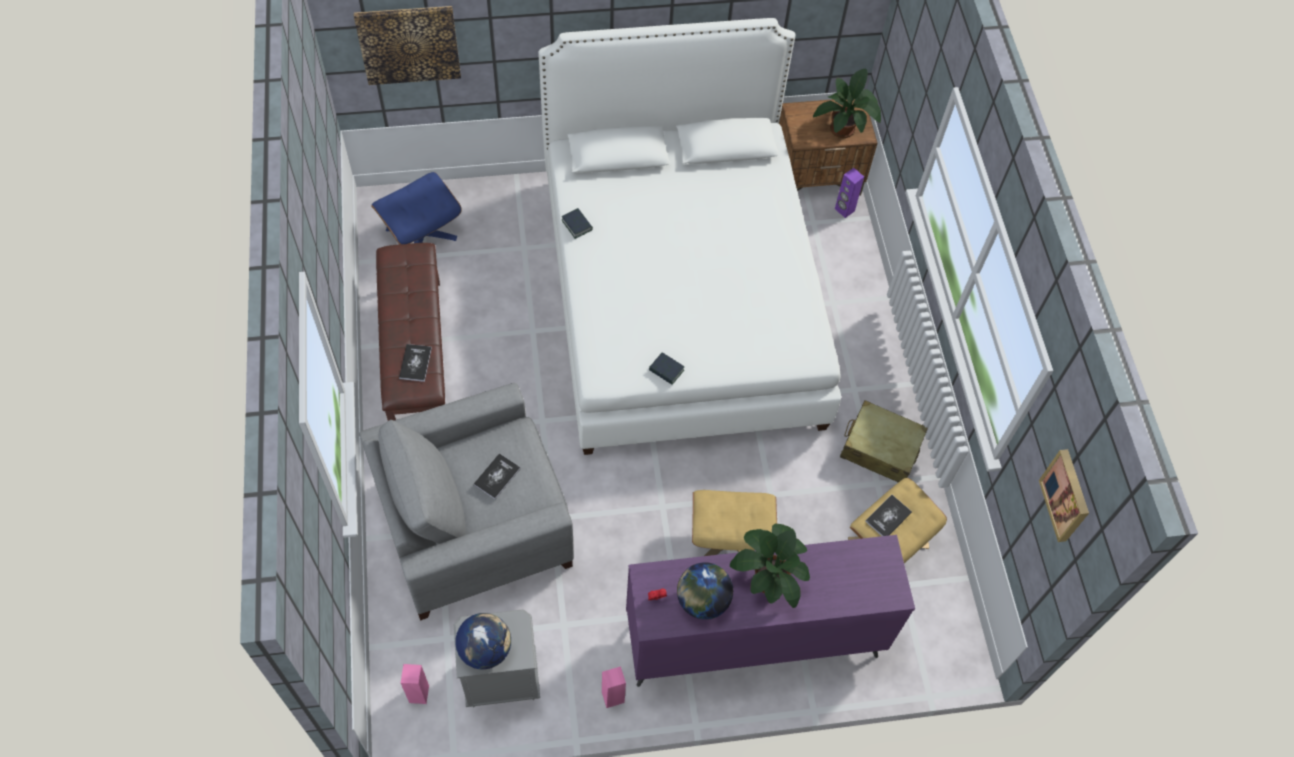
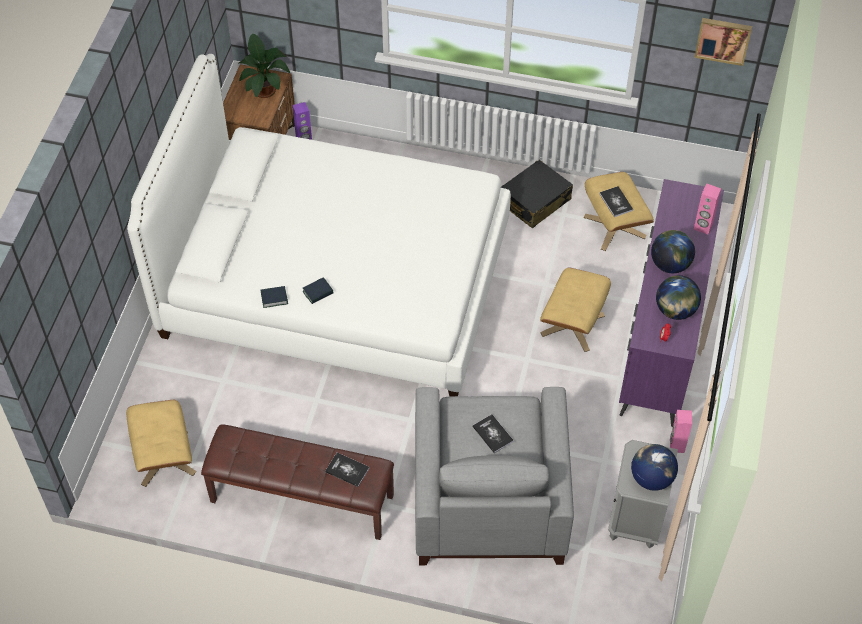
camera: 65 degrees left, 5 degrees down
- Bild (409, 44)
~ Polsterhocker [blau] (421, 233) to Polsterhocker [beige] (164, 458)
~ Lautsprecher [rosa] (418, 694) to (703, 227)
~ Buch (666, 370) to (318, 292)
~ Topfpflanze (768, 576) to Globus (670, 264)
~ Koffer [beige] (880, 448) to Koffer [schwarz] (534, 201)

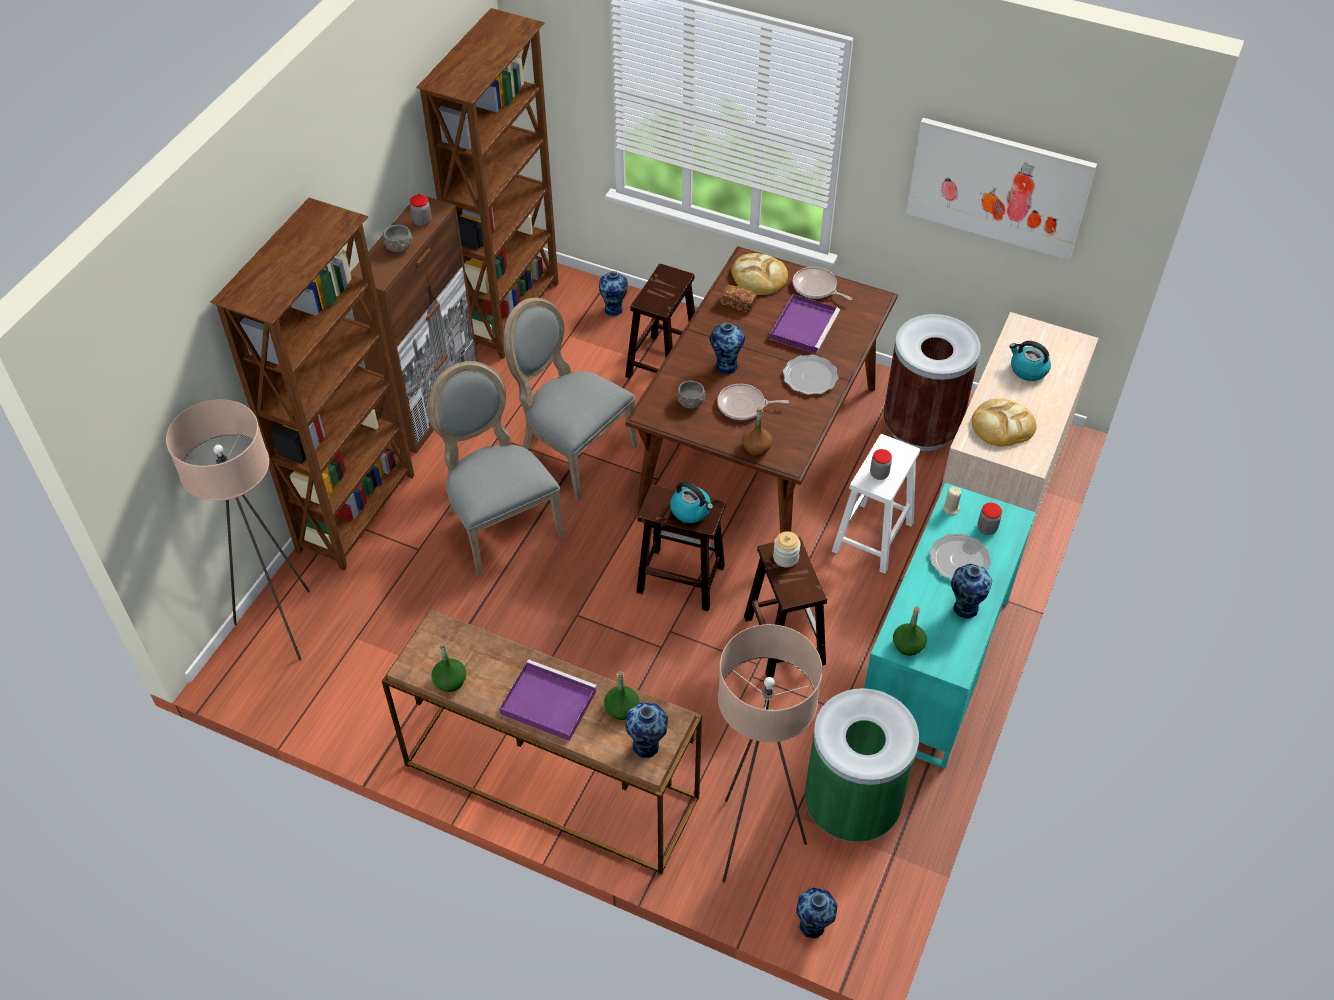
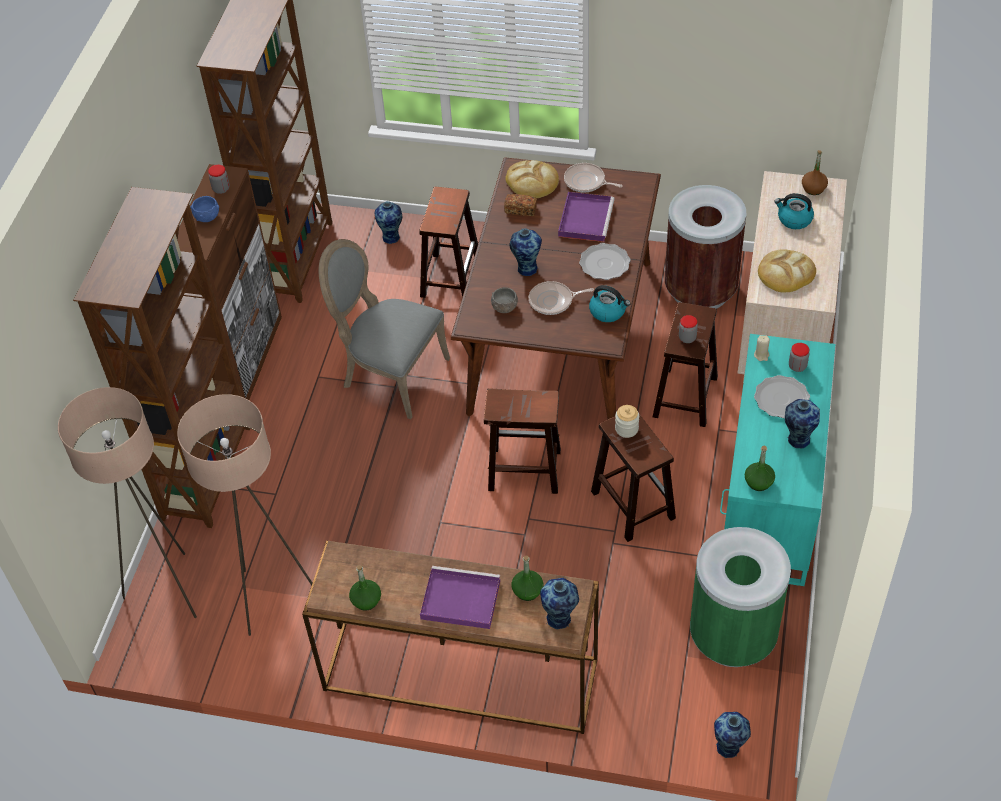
camera: 10 degrees left, 0 degrees up
~ Schüssel [grau] (399, 246) to Schüssel [blau] (207, 216)
- Stuhl [grau] (499, 522)
~ Wasserkessel (691, 510) to (608, 311)
~ Stehlampe [beige] (752, 841) to (270, 598)
~ Flasche [braun] (756, 447) to (813, 188)
~ Hocker [weiß] (872, 538) to Hocker [braun] (685, 398)
- Bild (998, 187)

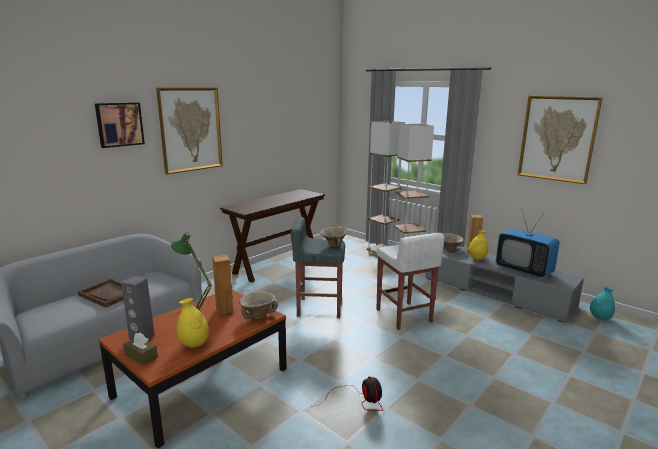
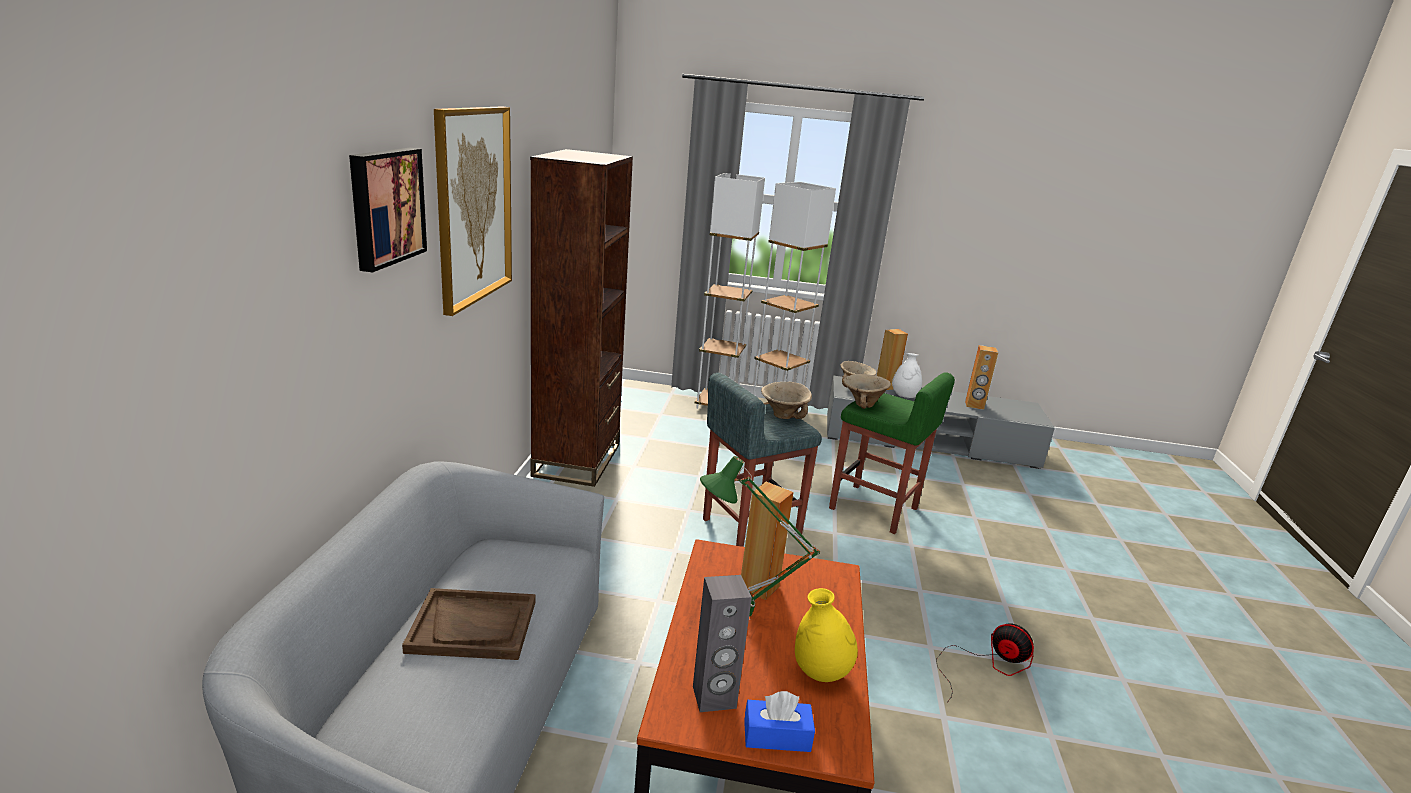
camera: 35 degrees left, 5 degrees up
~ Taschentuchbox [braun] (141, 356) to Taschentuchbox [blau] (777, 736)
~ Konsolentisch [braun] (277, 264) to Bücherregal [braun] (577, 460)
~ Schüssel [beige] (258, 315) to (862, 404)
~ Hocker [weiß] (404, 316) to Hocker [grün] (874, 509)
~ Vase [gelb] (477, 258) to Vase [weiß] (904, 396)
~ Fernseher (524, 270) to Lautsprecher [braun] (974, 405)
- Bild (557, 138)
- Vase [türkis] (600, 318)

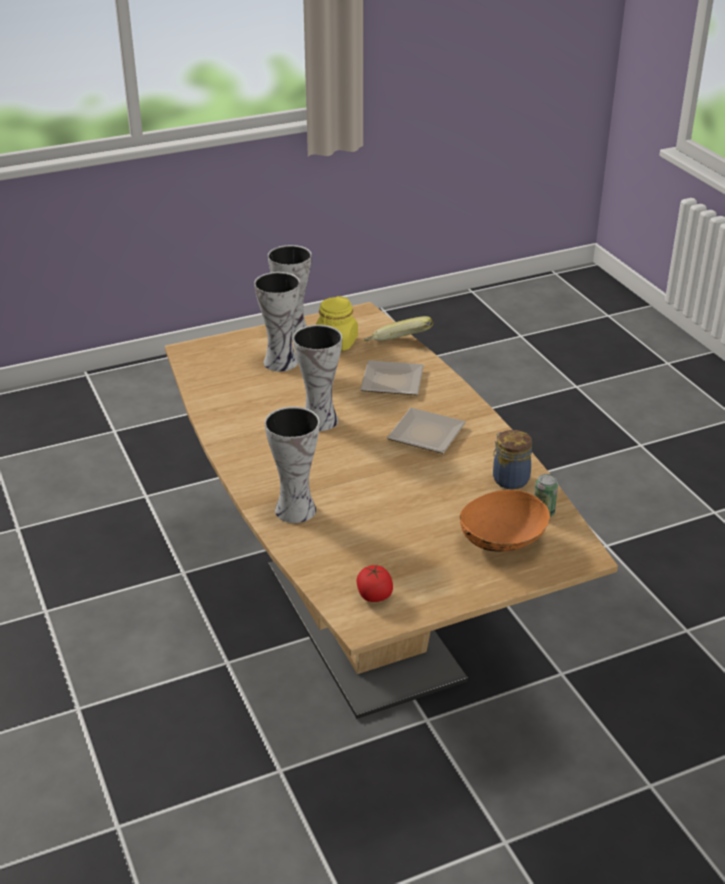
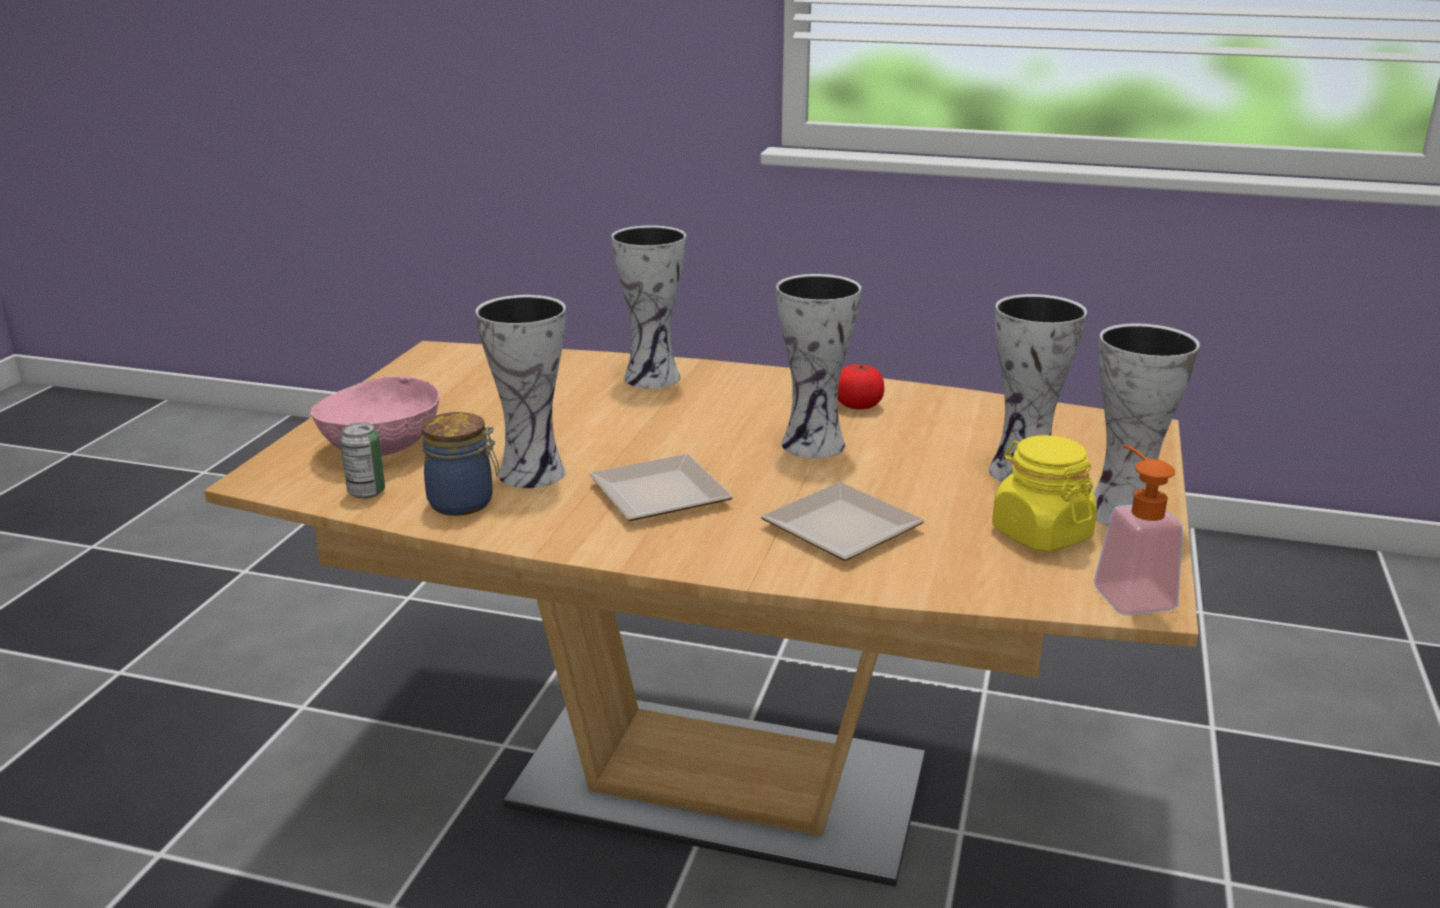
camera: 130 degrees right, 10 degrees down
~ Tomate (374, 595) to (858, 405)
- Banane (397, 346)
~ Schüssel [orange] (502, 542) to Schüssel [rosa] (381, 447)
+ Vase (534, 472)
+ Seifenspender (1127, 591)

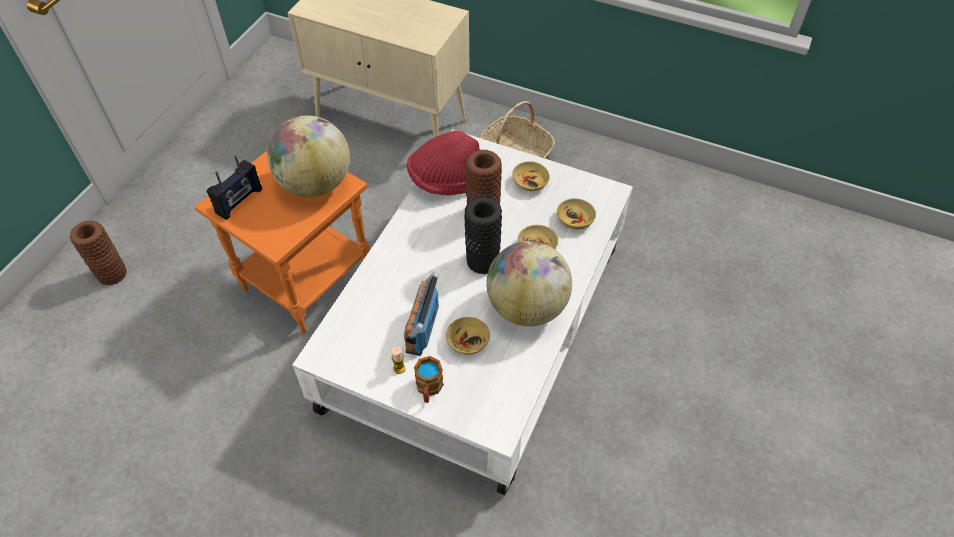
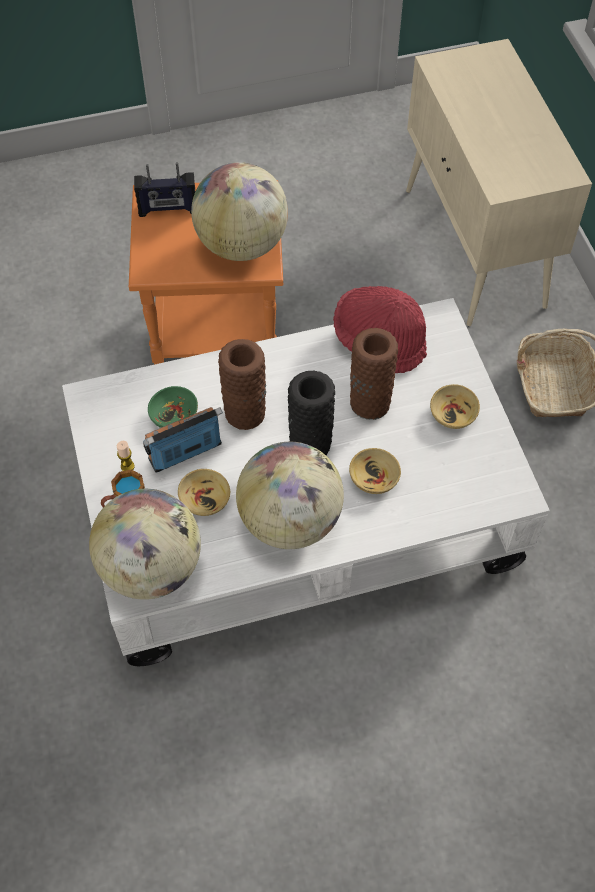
camera: 50 degrees right, 5 degrees up
~ Vase [braun] (112, 274) to (245, 413)
- Schüssel [beige] (574, 220)
+ Globus (152, 567)
+ Schüssel [grün] (174, 415)

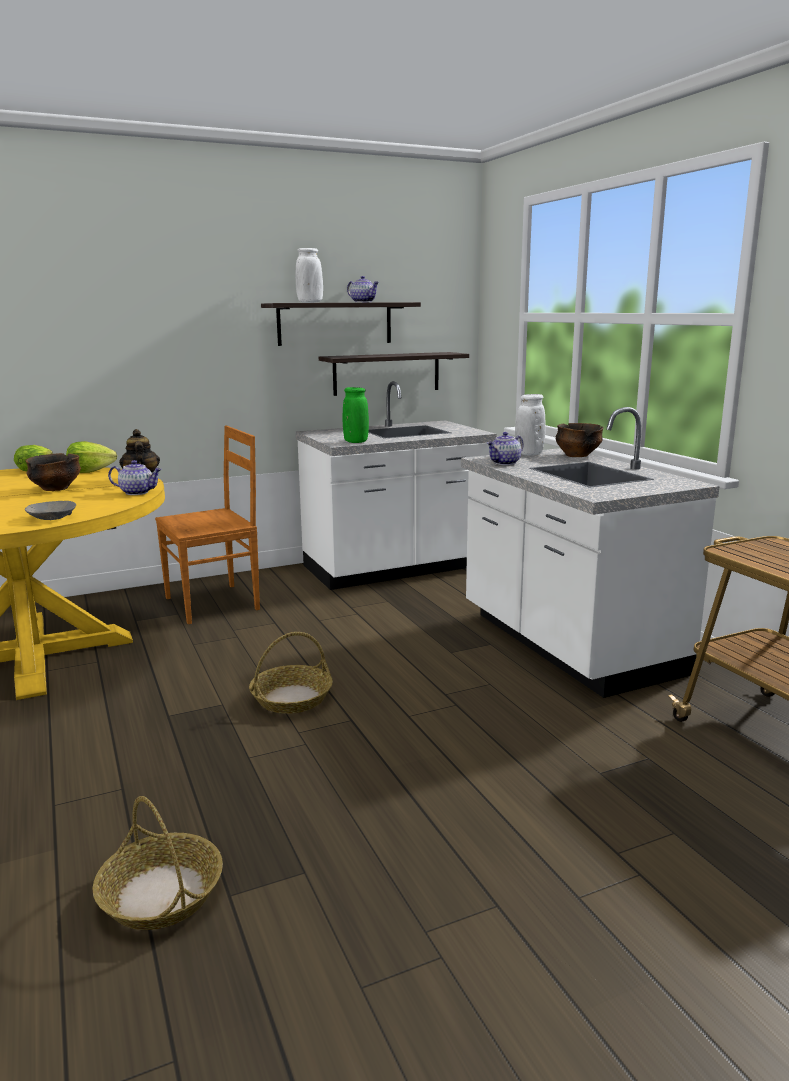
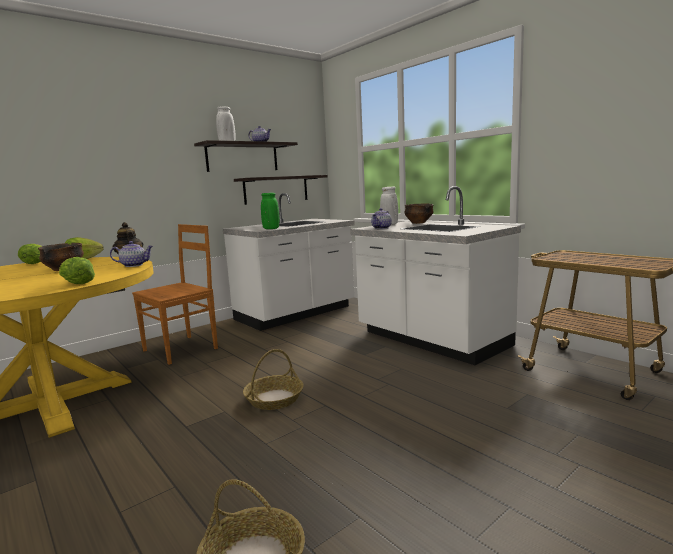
camera: 15 degrees left, 5 degrees down
~ Schüssel [grau] (51, 518) to Salatkopf (76, 283)

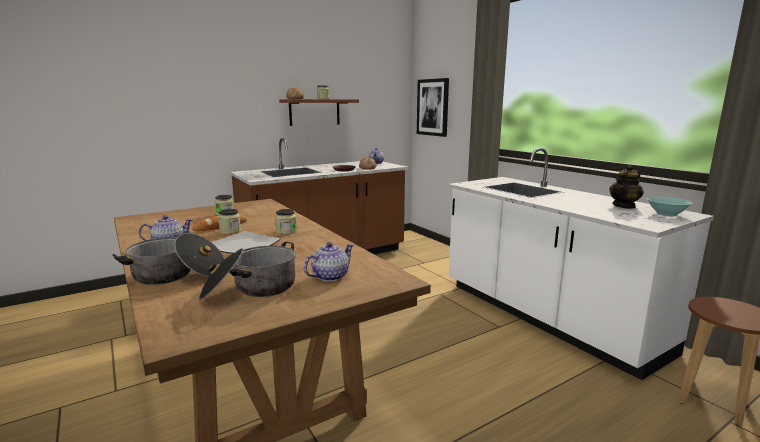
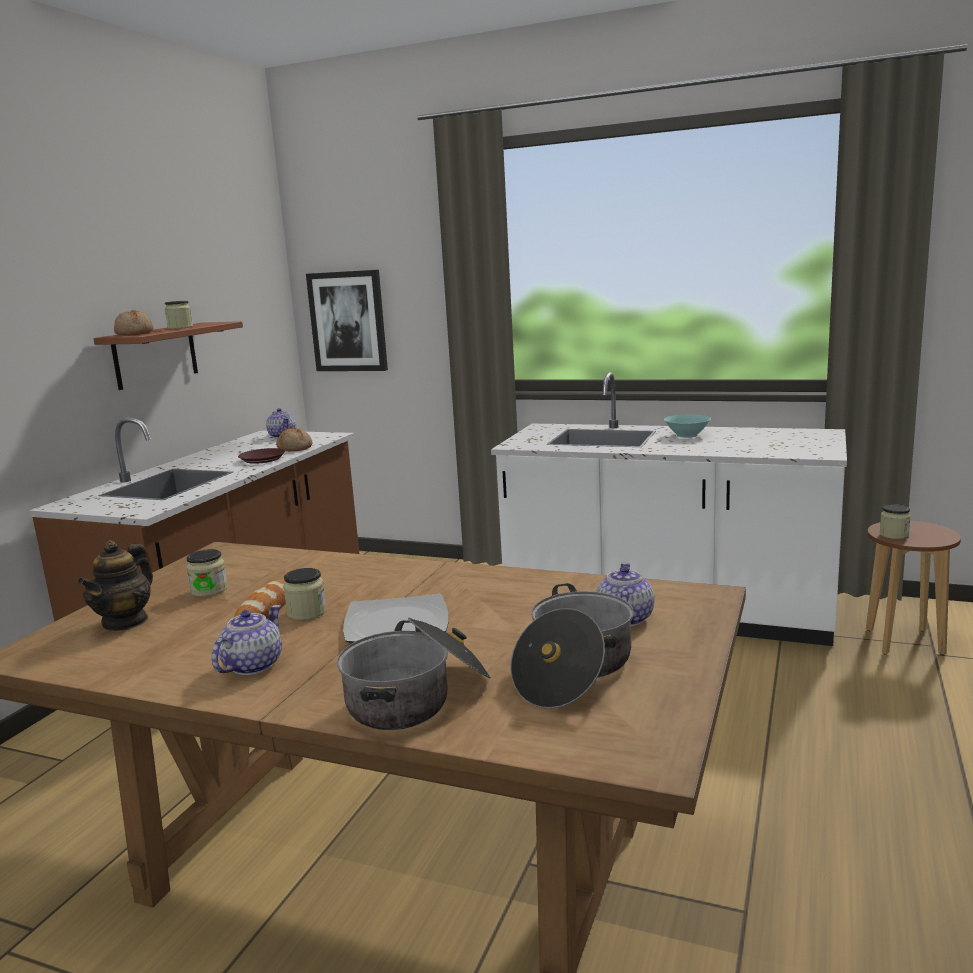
camera: 35 degrees left, 0 degrees up
~ Vorratsglas (286, 231) to (894, 535)
~ Teekanne (624, 206) to (125, 622)
~ Schüssel [türkis] (666, 214) to (687, 435)

